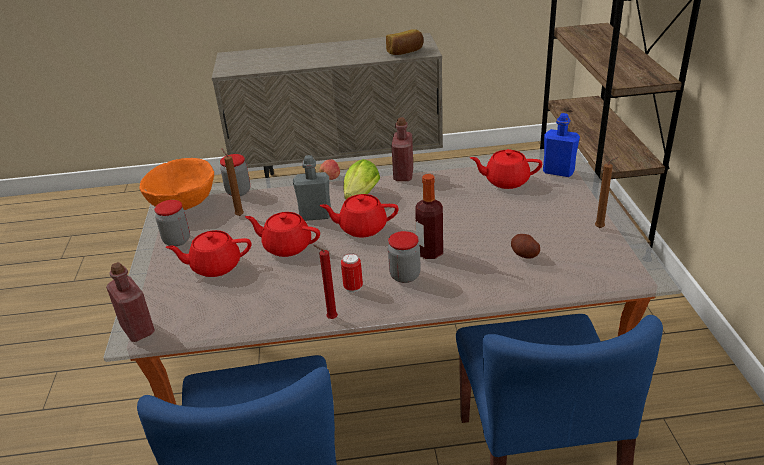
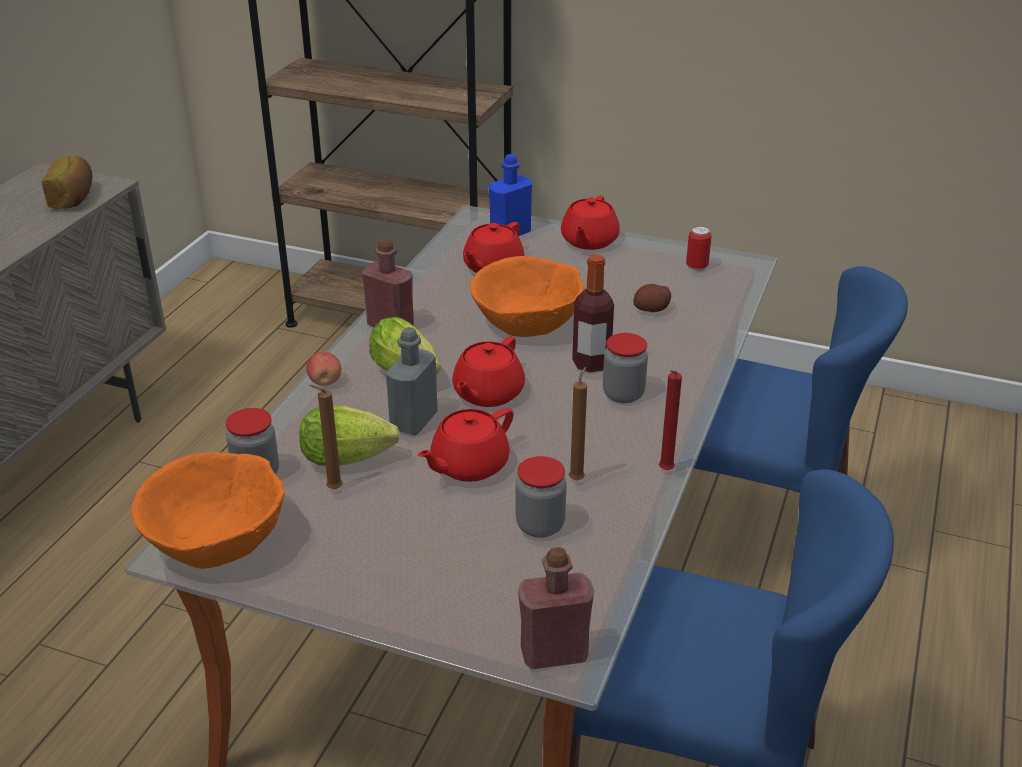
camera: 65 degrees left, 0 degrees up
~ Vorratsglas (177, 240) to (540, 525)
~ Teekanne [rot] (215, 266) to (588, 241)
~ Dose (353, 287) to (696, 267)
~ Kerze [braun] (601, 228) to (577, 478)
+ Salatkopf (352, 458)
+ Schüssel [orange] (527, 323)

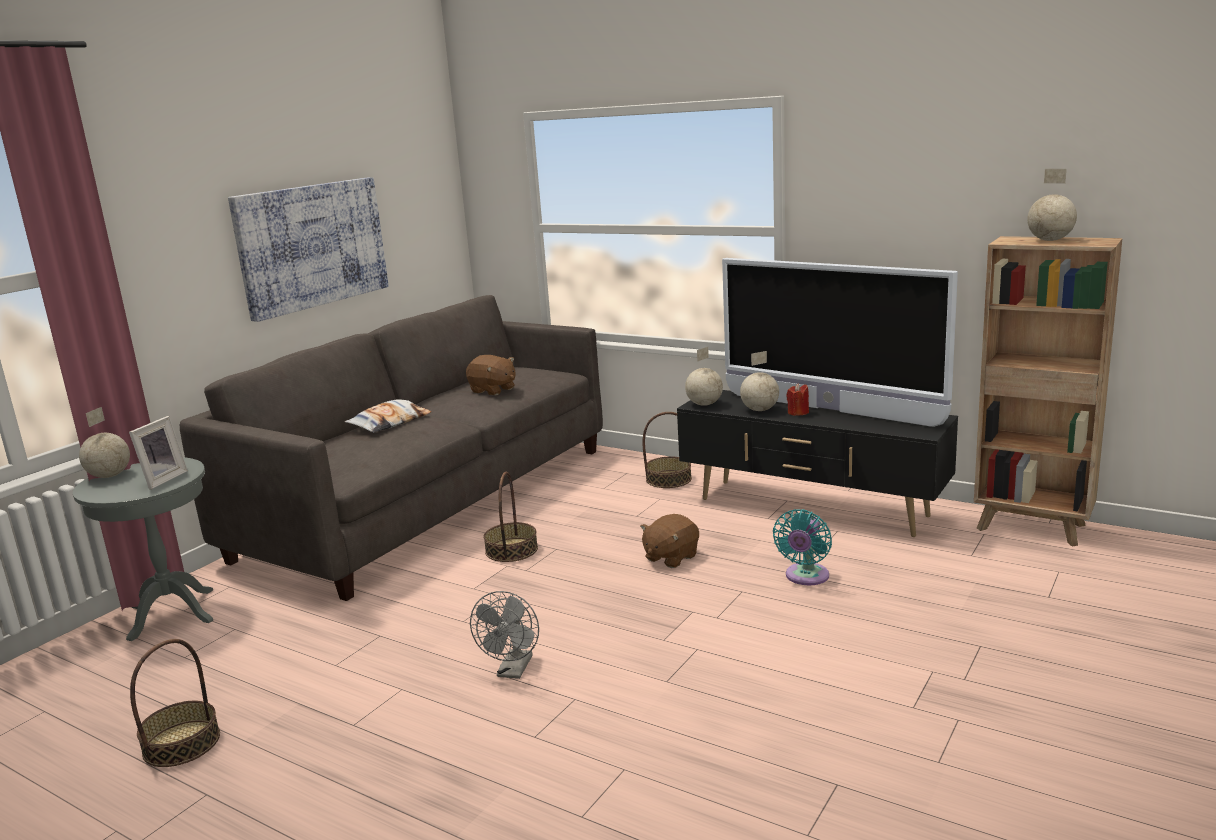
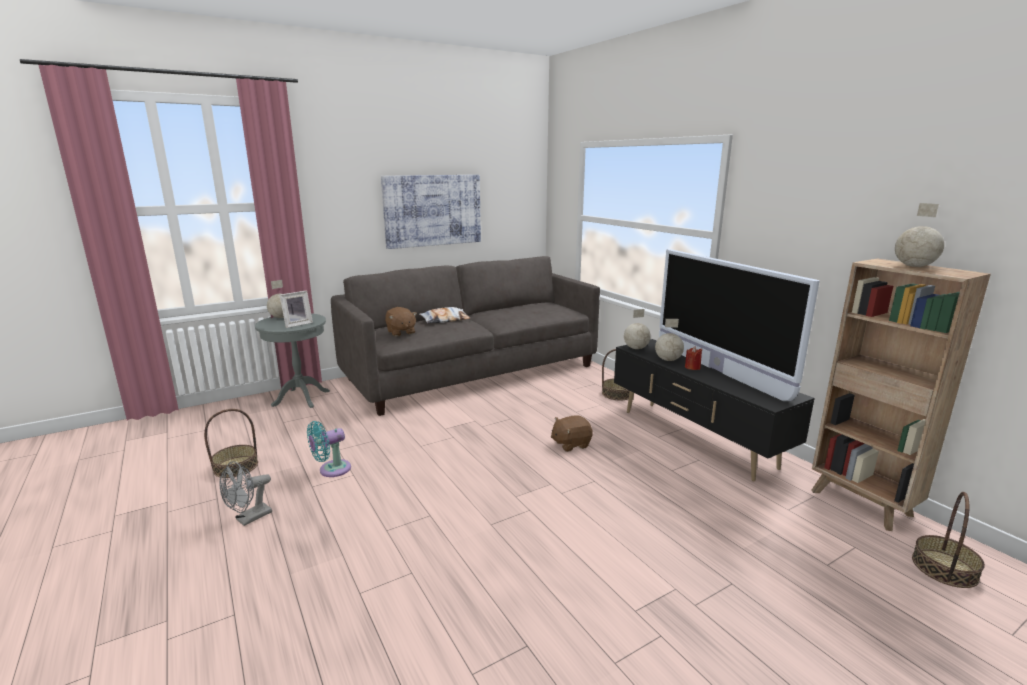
camera: 25 degrees right, 0 degrees up
~ Plüschtier [braun] (493, 390) to (401, 332)
~ Ventilator [grau] (513, 671) to (249, 519)
~ Korb (512, 550) to (944, 568)
~ Ventilator [türkis] (805, 577) to (331, 470)

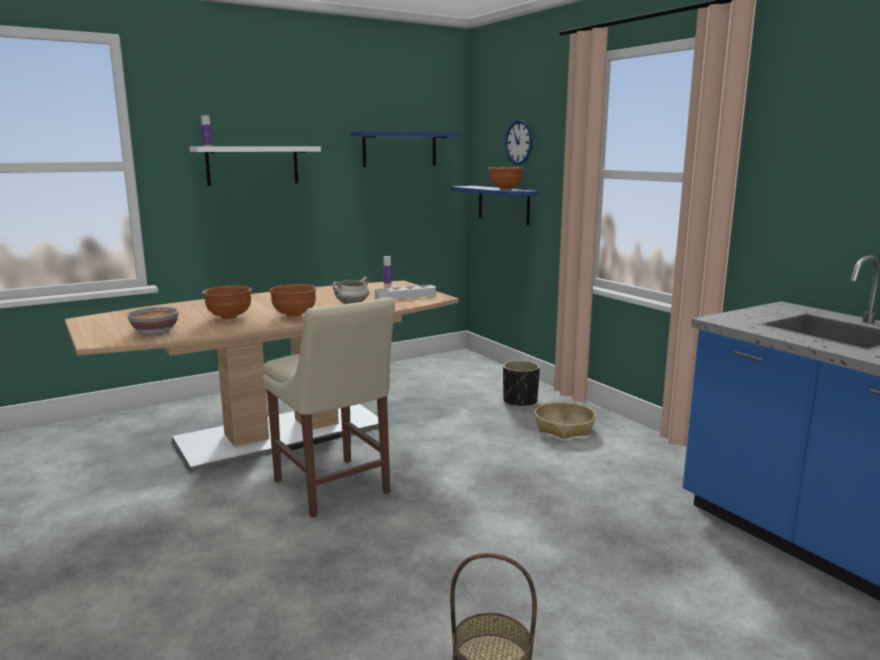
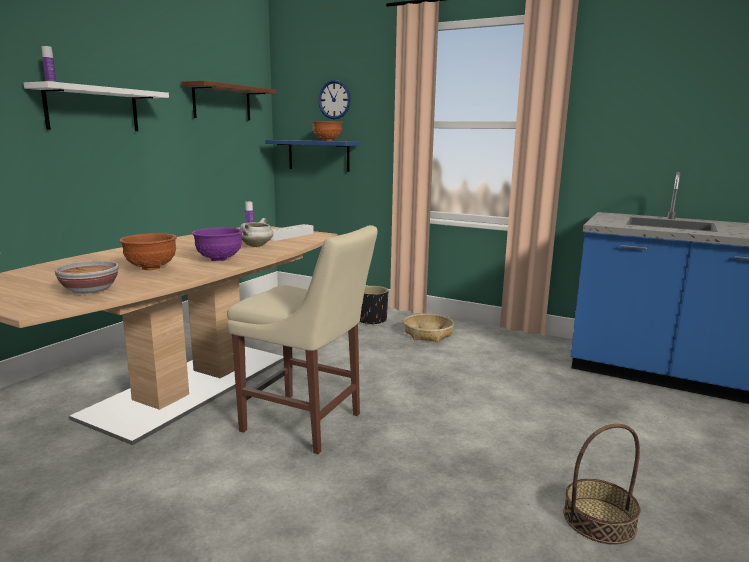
camera: 30 degrees left, 0 degrees up
~ Schüssel [braun] (294, 315) to Schüssel [lila] (219, 259)
~ Wandregal [blau] (399, 149) to Wandregal [braun] (222, 102)

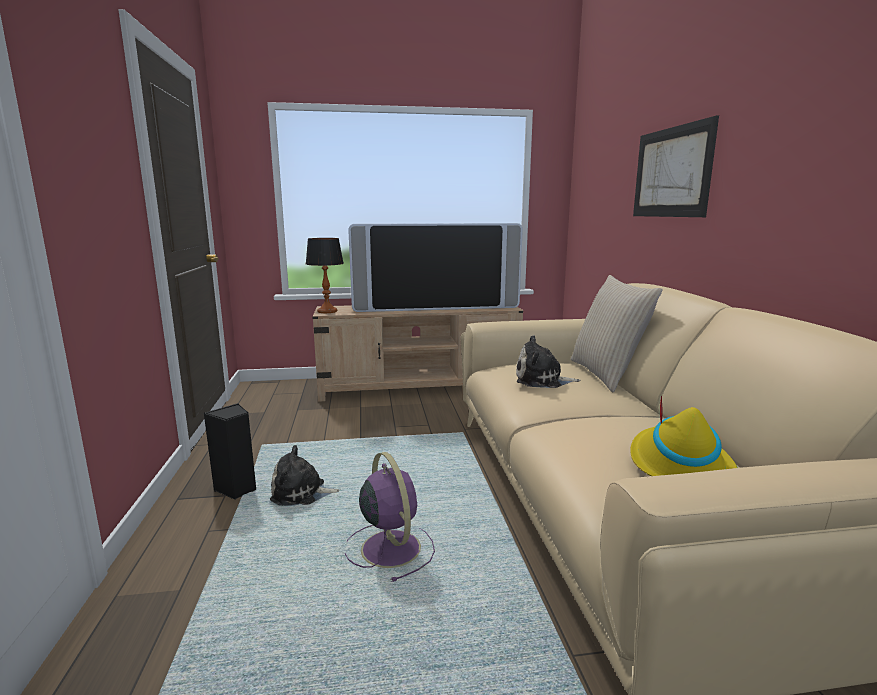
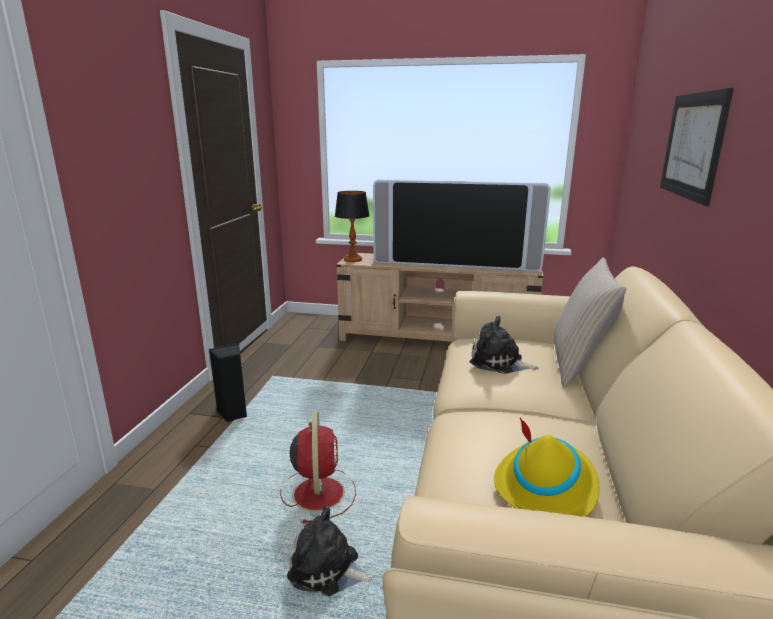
camera: 20 degrees right, 5 degrees up
~ Plüschtier (302, 493) to (327, 569)
~ Ventilator [lila] (390, 547) to Ventilator [rot] (318, 492)

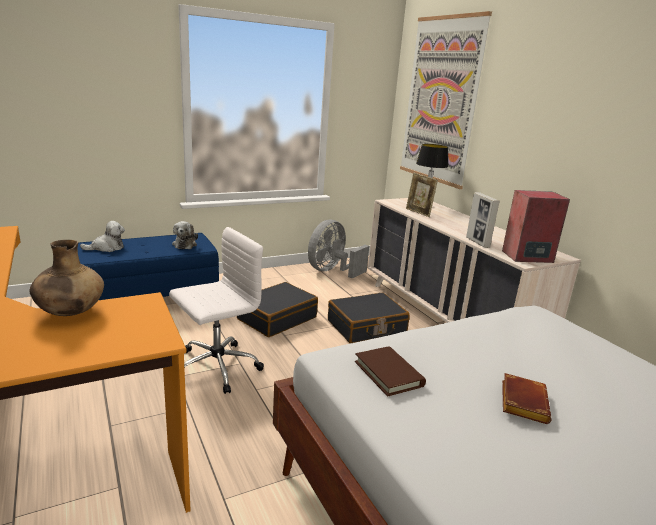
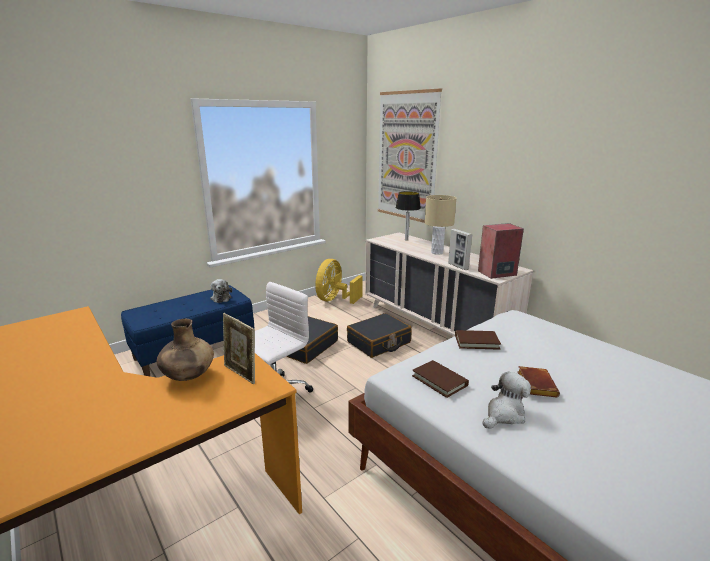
camera: 10 degrees left, 0 degrees up
~ Plüschtier (107, 248) to (504, 414)
~ Ventilator [grau] (332, 271) to Ventilator [gelb] (335, 300)
~ Bilderrahmen (418, 213) to (241, 373)
+ Tischlampe [beige] (437, 252)
+ Buch [braun] (476, 342)

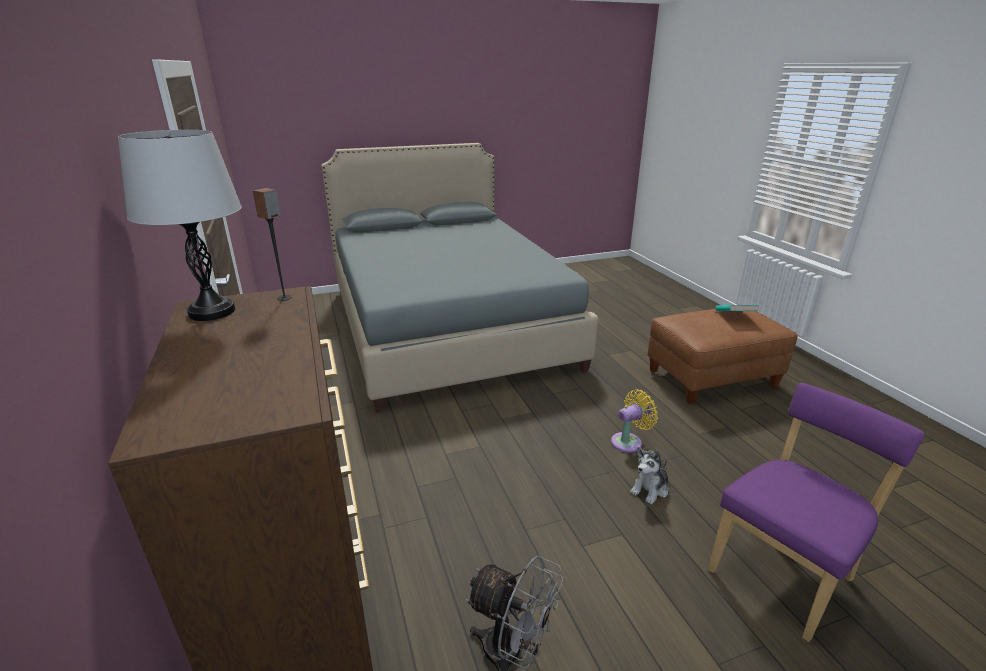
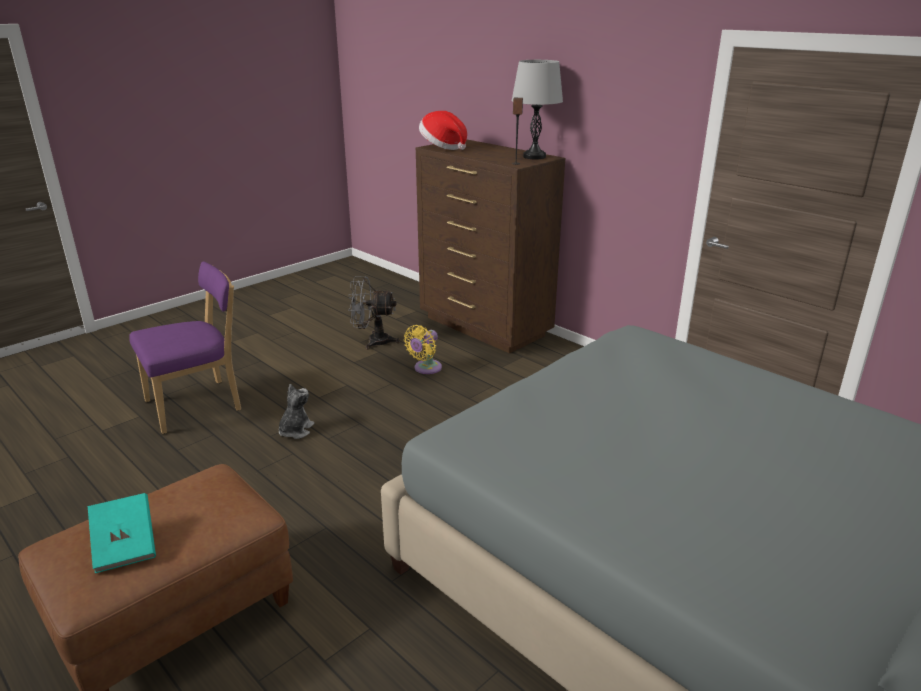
camera: 155 degrees right, 0 degrees up
~ Ventilator [gelb] (629, 442) to (425, 368)
~ Stuhl [lila] (784, 572) = (198, 404) 150 degrees counterclockwise
+ Hut (442, 147)

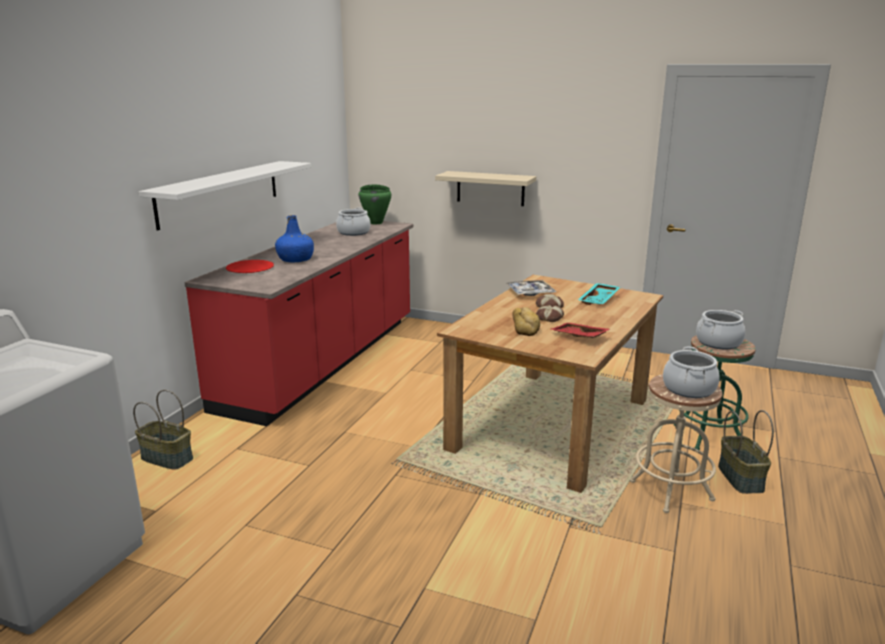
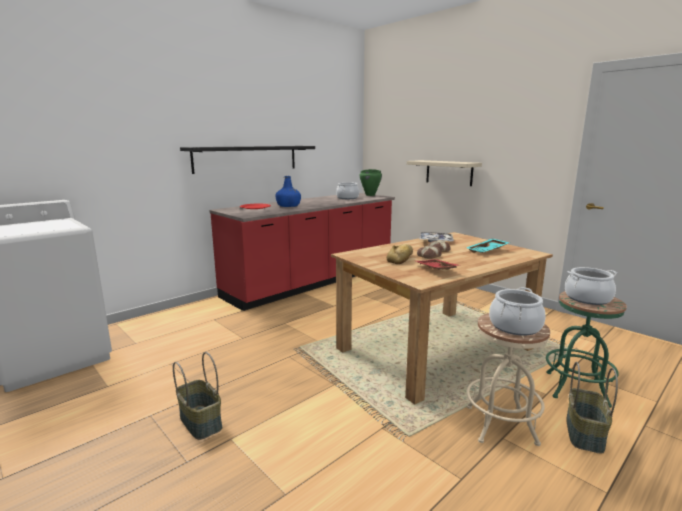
camera: 25 degrees right, 5 degrees down
~ Korb (168, 458) to (201, 422)
~ Wandregal [weiß] (220, 192) to Wandregal [schwarz] (247, 158)

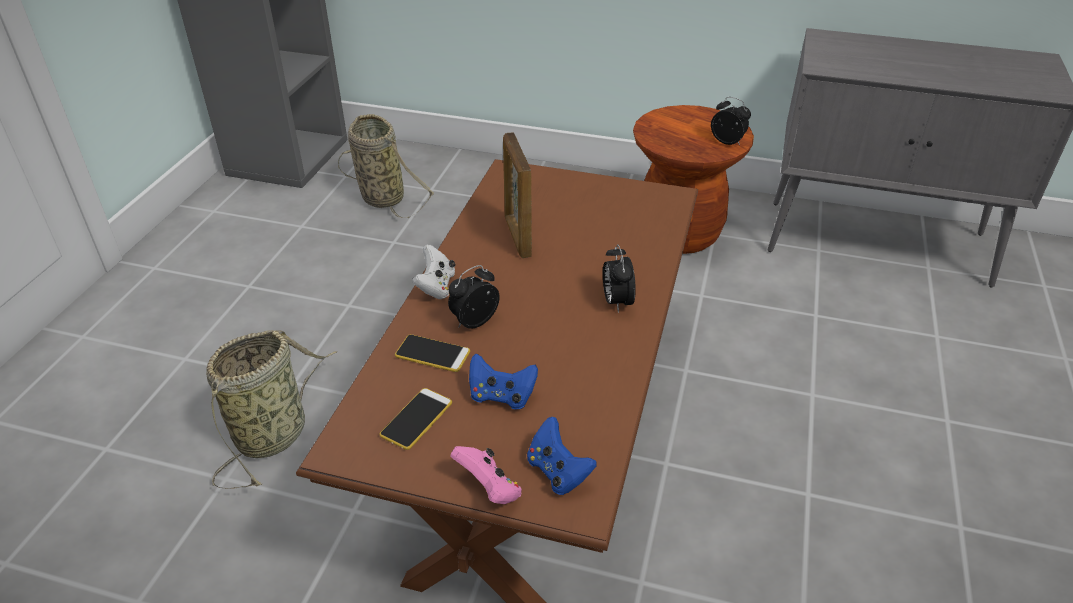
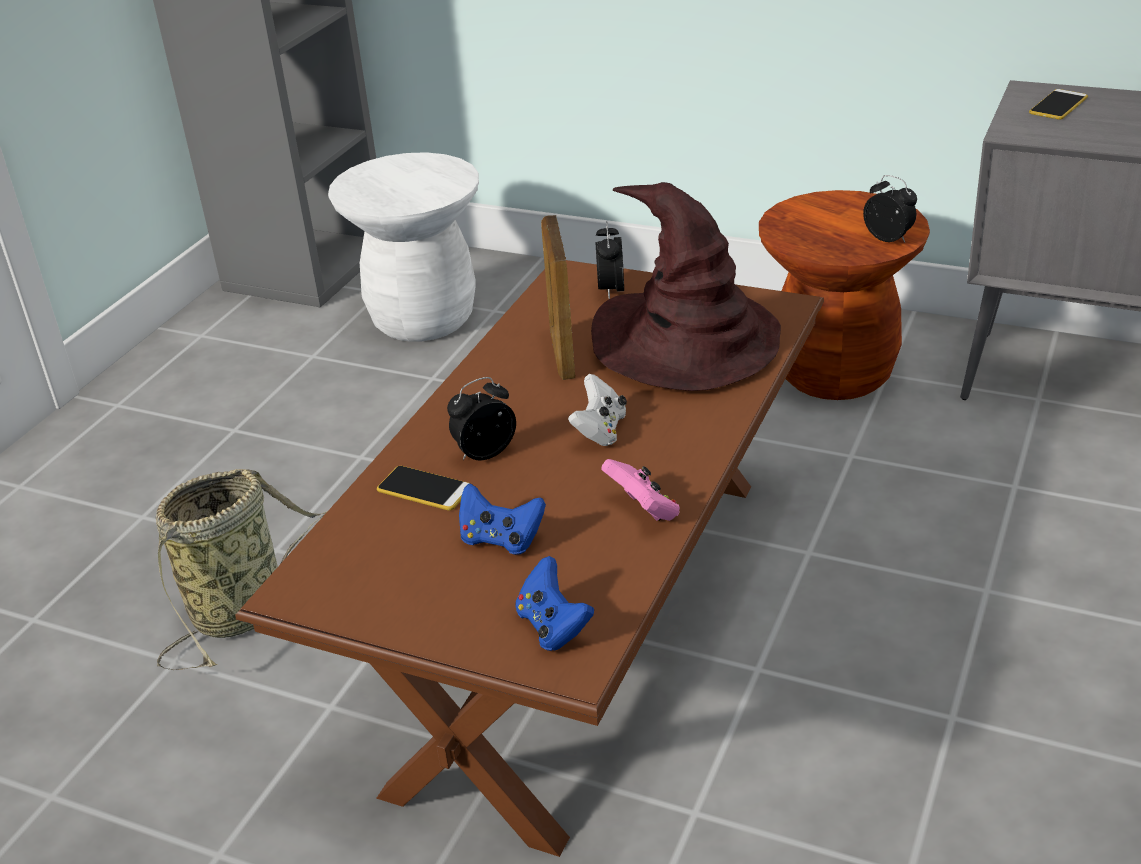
camera: 10 degrees right, 5 degrees down
~ Korb (380, 196) to Hocker [weiß] (423, 319)
~ Handy (416, 419) to (1058, 105)
~ Gamepad [weiß] (436, 286) to (600, 430)
~ Gamepad [rosa] (489, 489) to (644, 510)
~ Wecker (616, 301) to (611, 290)
+ Hut [braun] (688, 343)

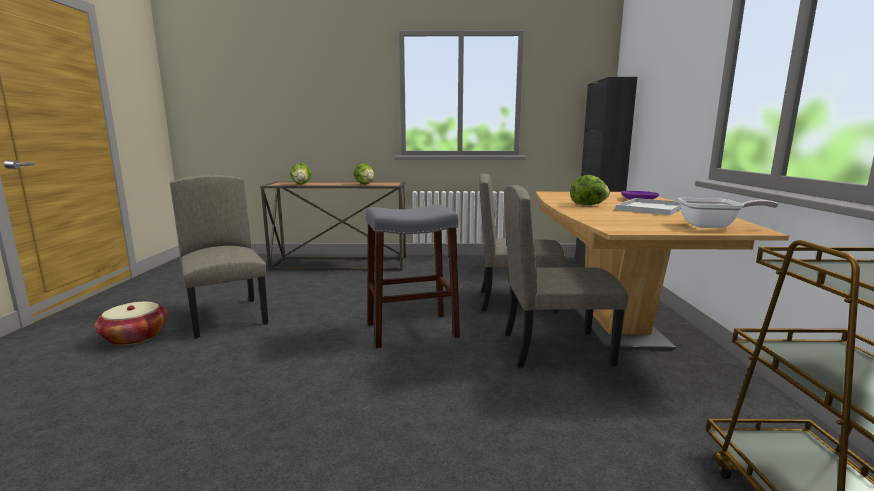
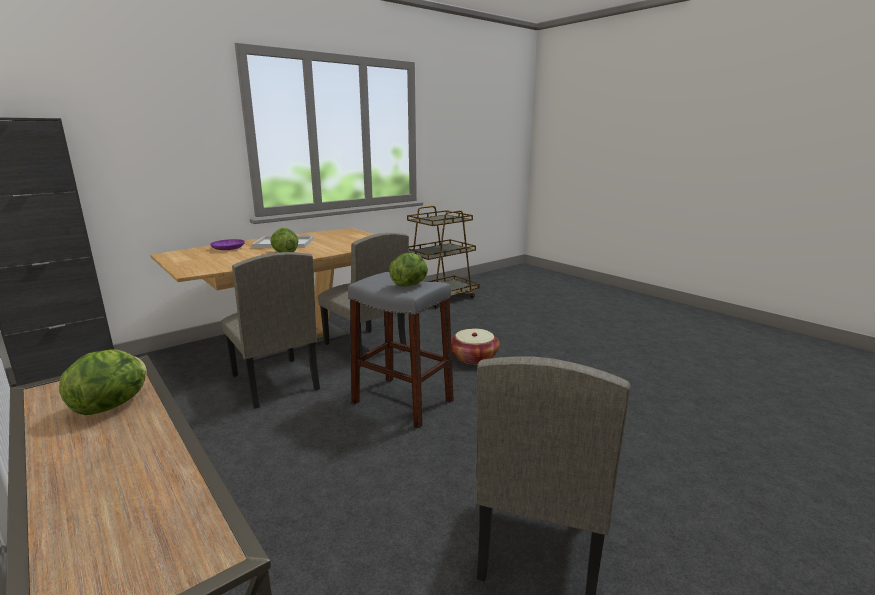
camera: 130 degrees left, 5 degrees up
~ Korb (135, 337) to (474, 357)
~ Salatkopf (301, 184) to (410, 285)
- Pfanne (713, 226)

